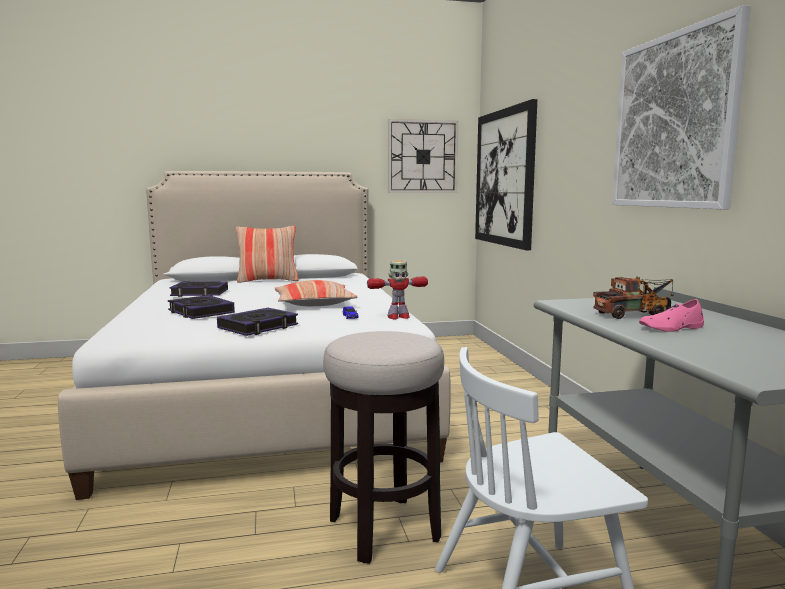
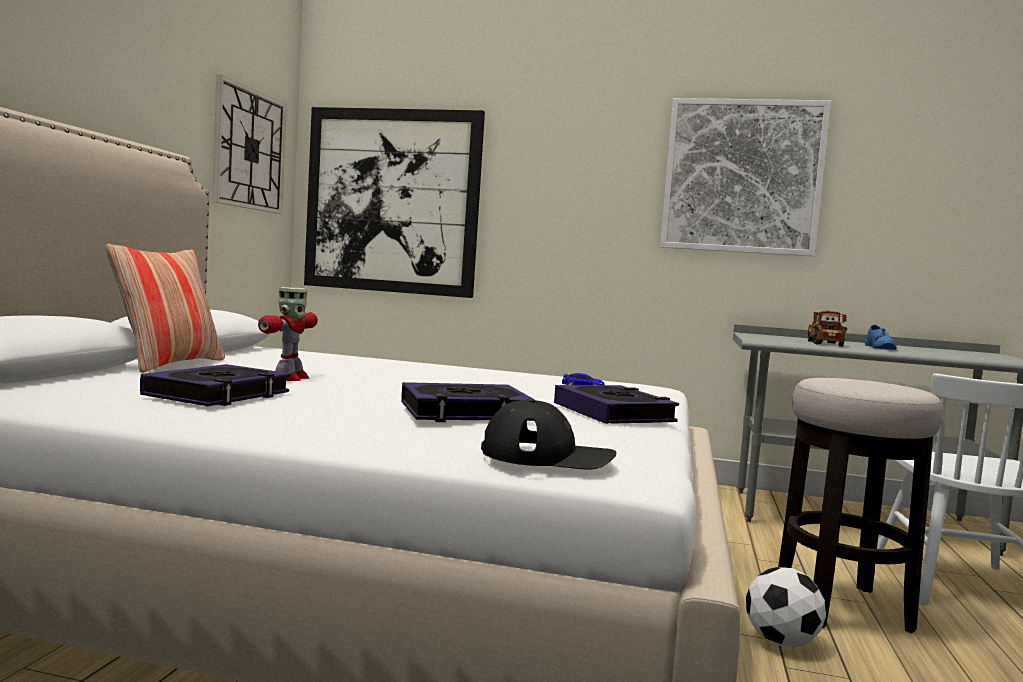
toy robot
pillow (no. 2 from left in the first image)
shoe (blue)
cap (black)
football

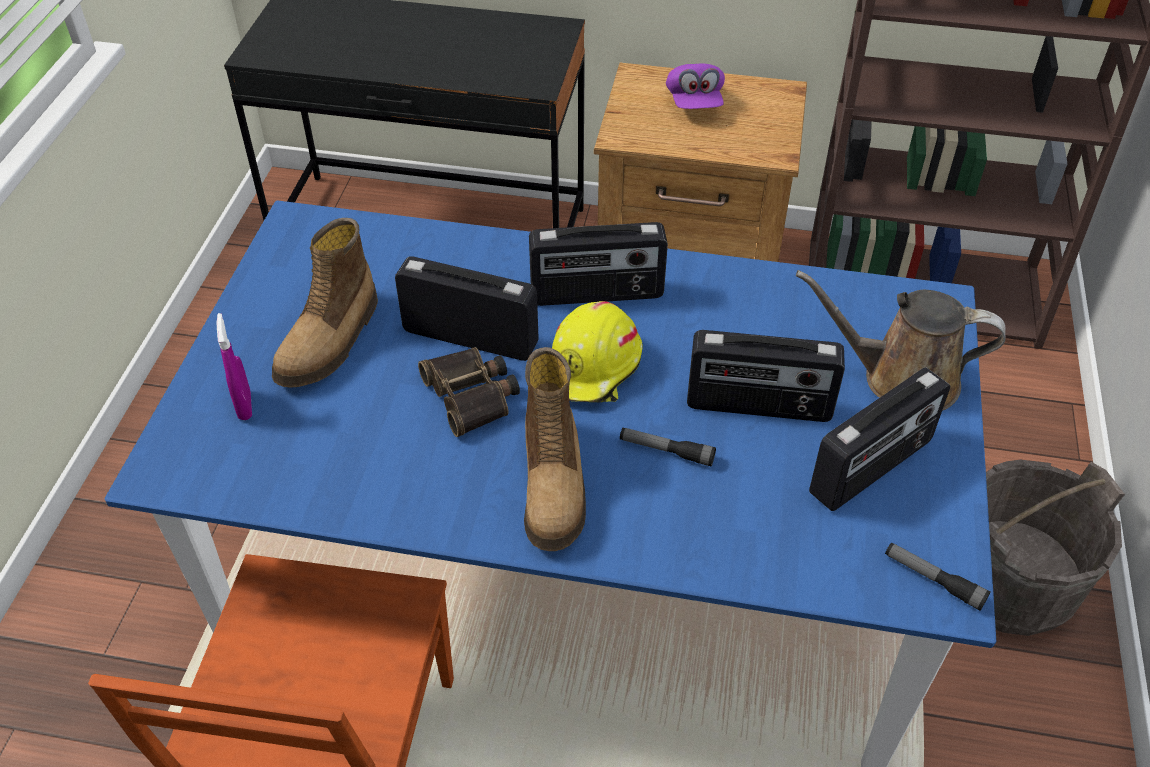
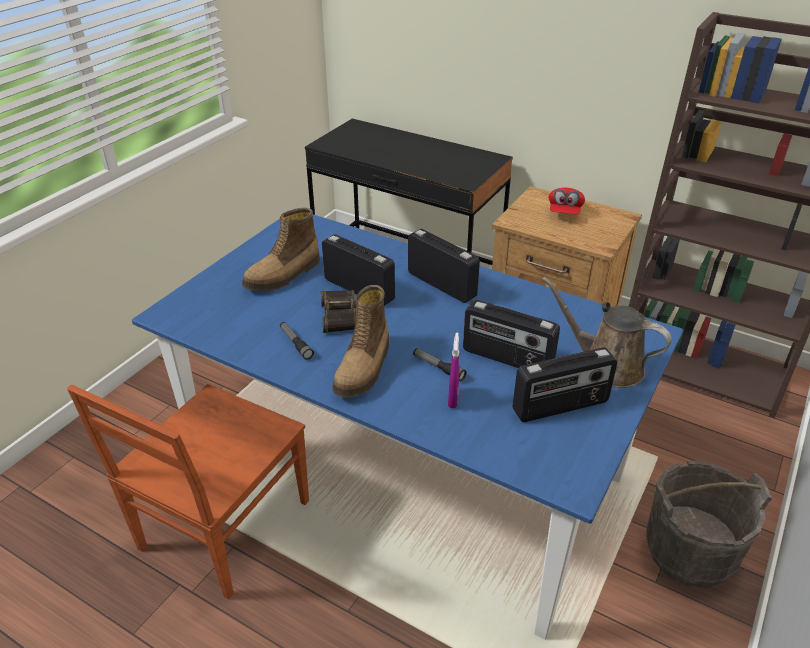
cap (red)
radio (no. 2 from left)
hard hat (yellow)
spray bottle (purple)
flashlight (no. 1 from left)

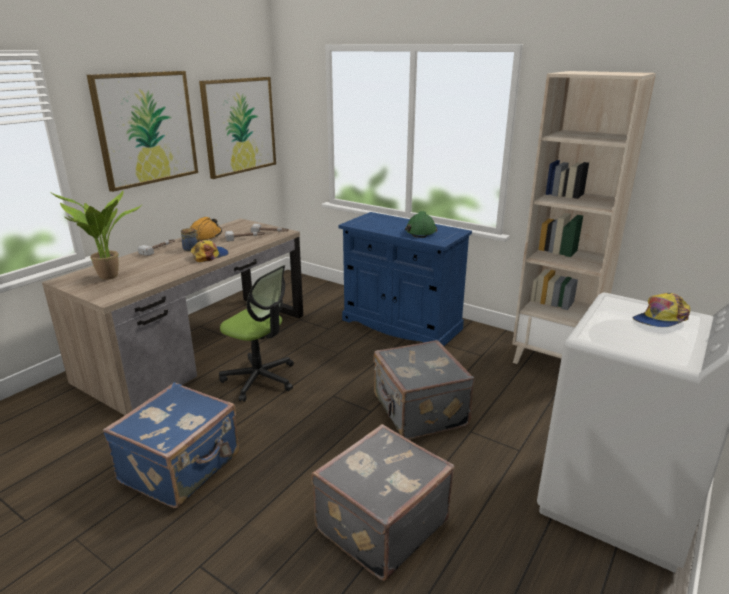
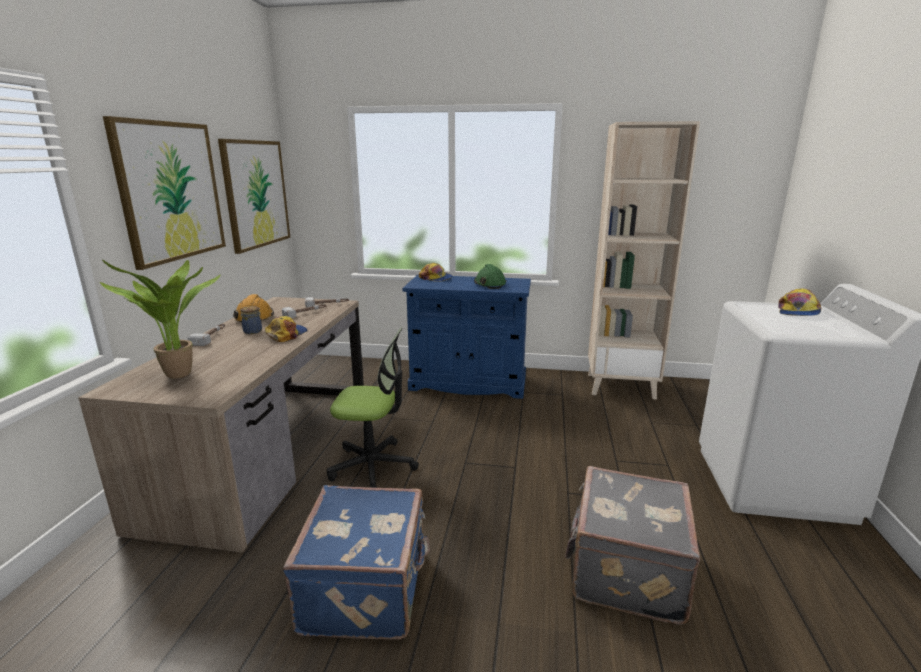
suitcase (grey) (no. 2 from left in the first image)
cap (no. 2 from left)

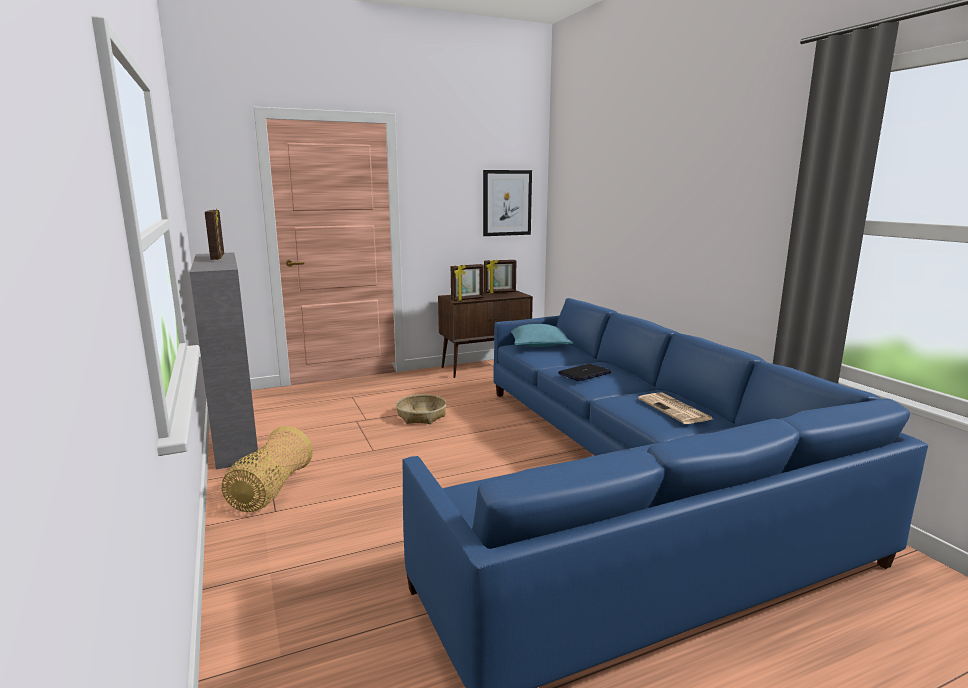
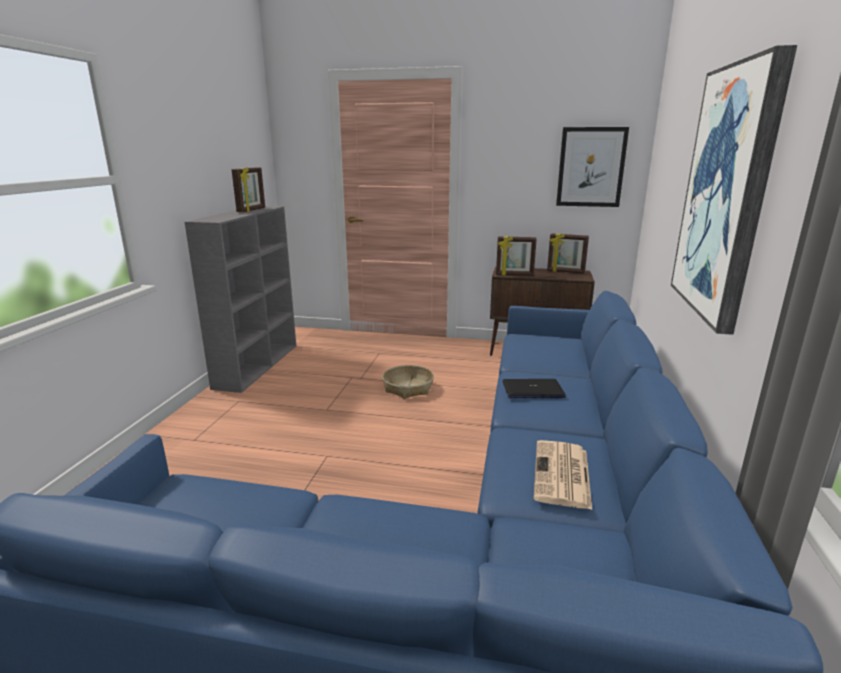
pillow (turquoise)
basket (no. 1 from left in the first image)
picture (no. 2 from left)

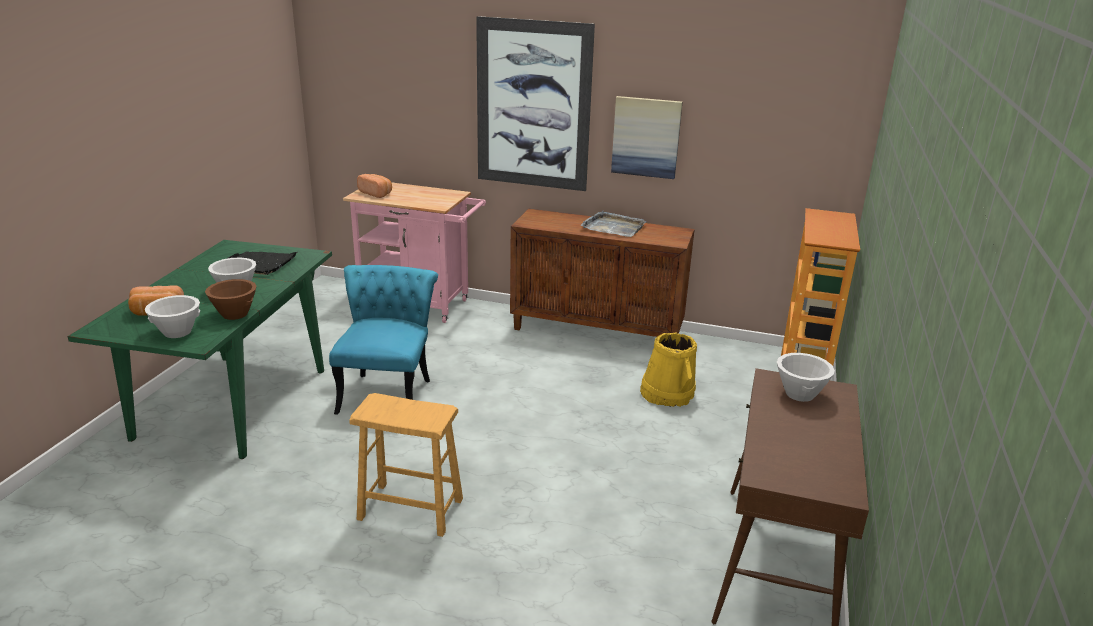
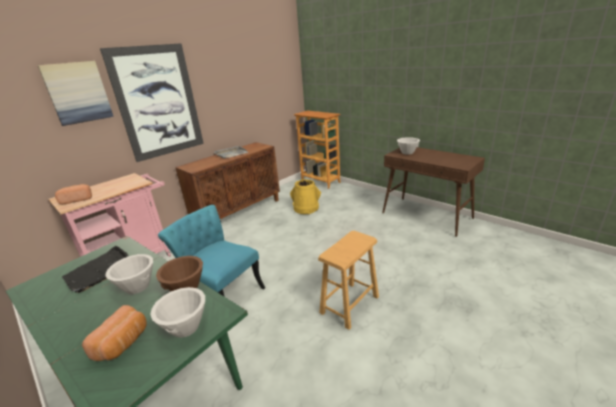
picture (no. 1 from left)

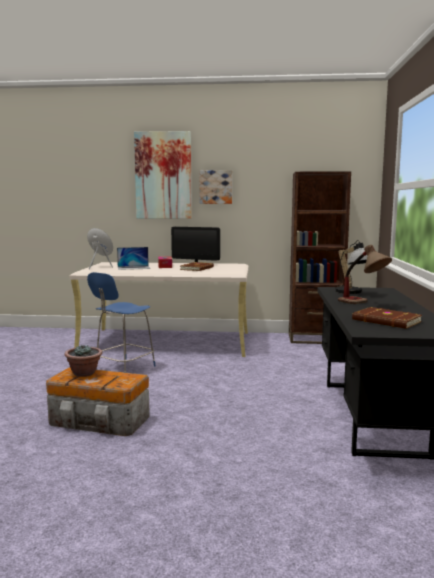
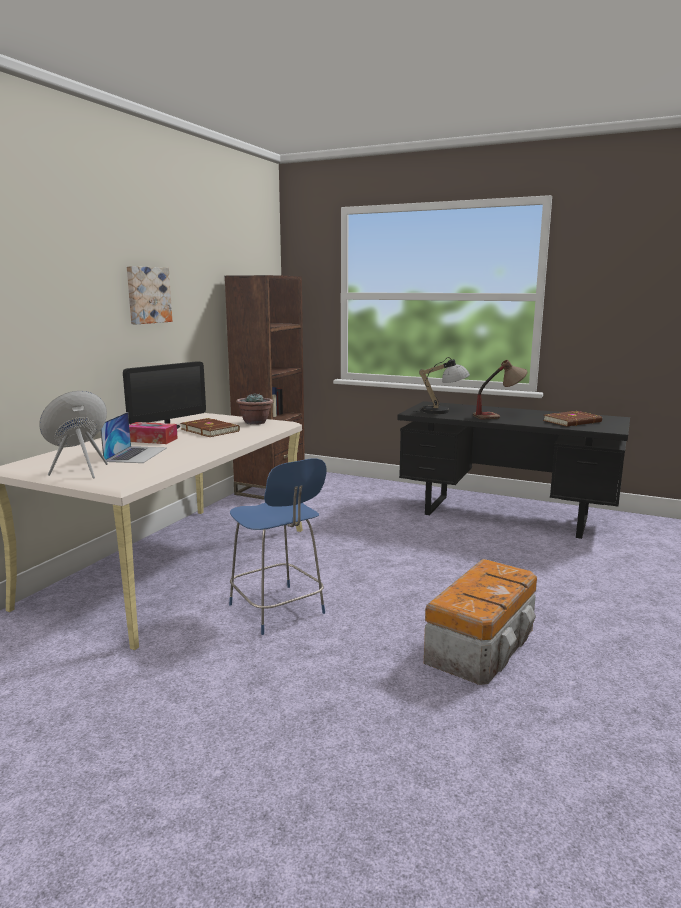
picture (no. 1 from left in the first image)
potted plant

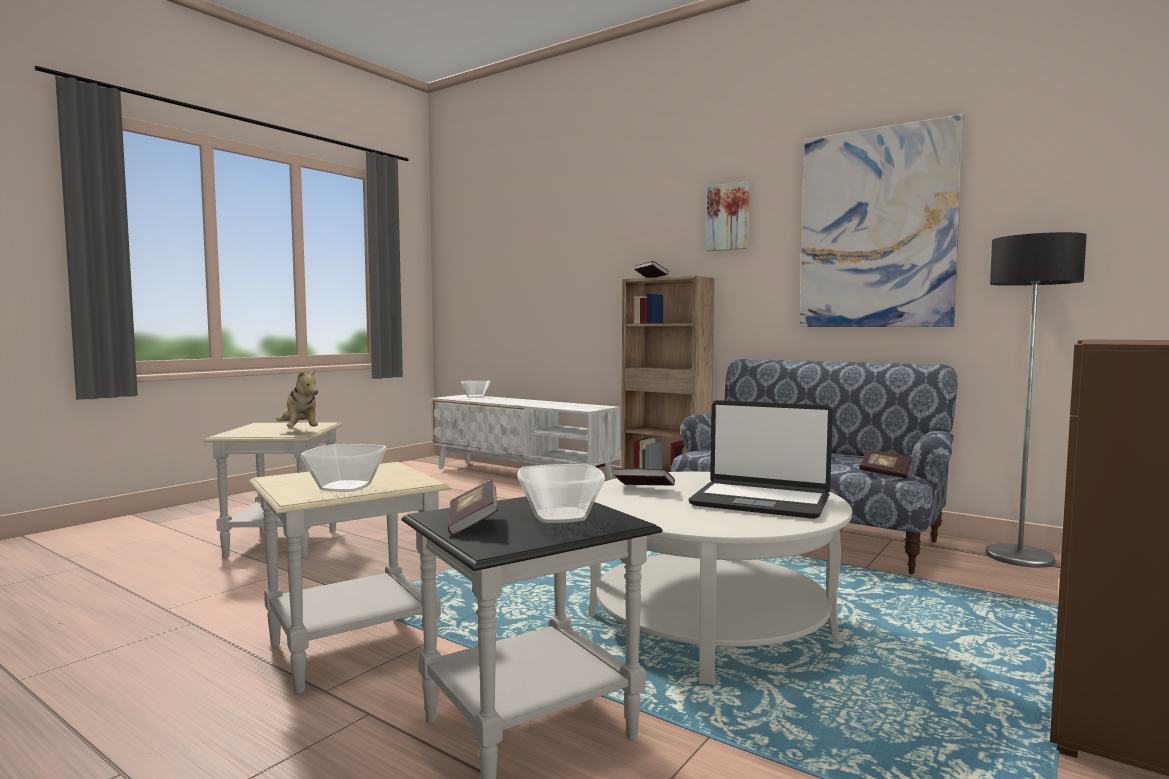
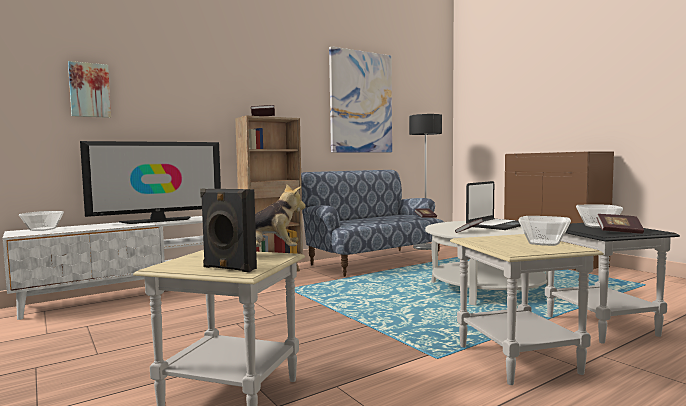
picture (no. 1 from left)
television
speaker (black)

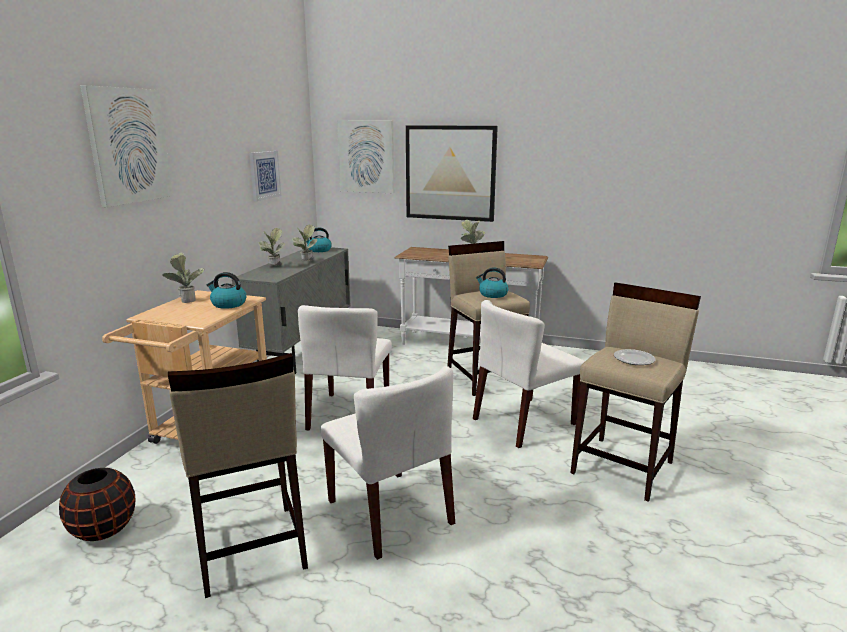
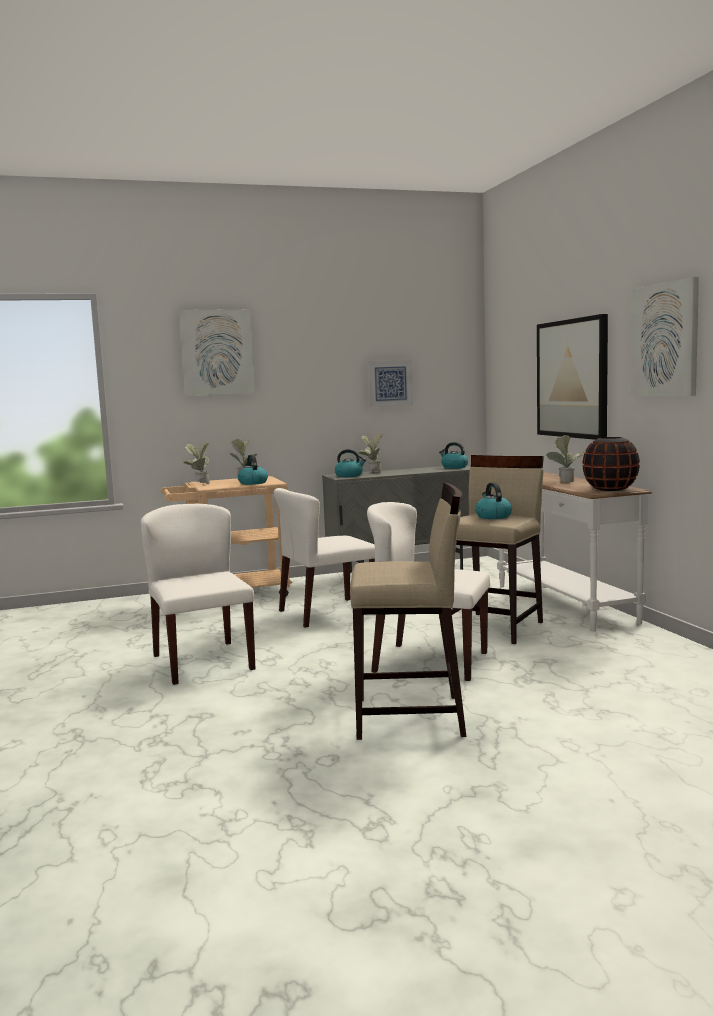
picture (no. 4 from left)
potted plant (no. 1 from left)
plate
stool (beige) (no. 1 from left in the first image)
chair (white) (no. 1 from left)
vase (black)
kettle (no. 2 from left)

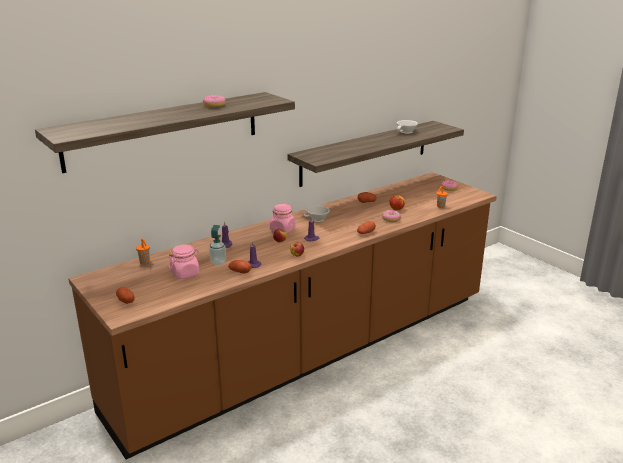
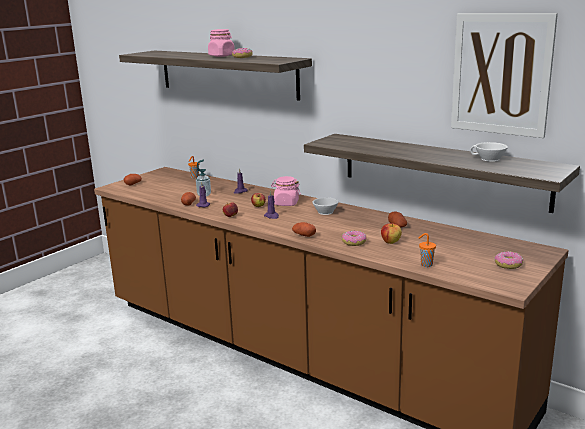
jar (pink) (no. 1 from left)
picture

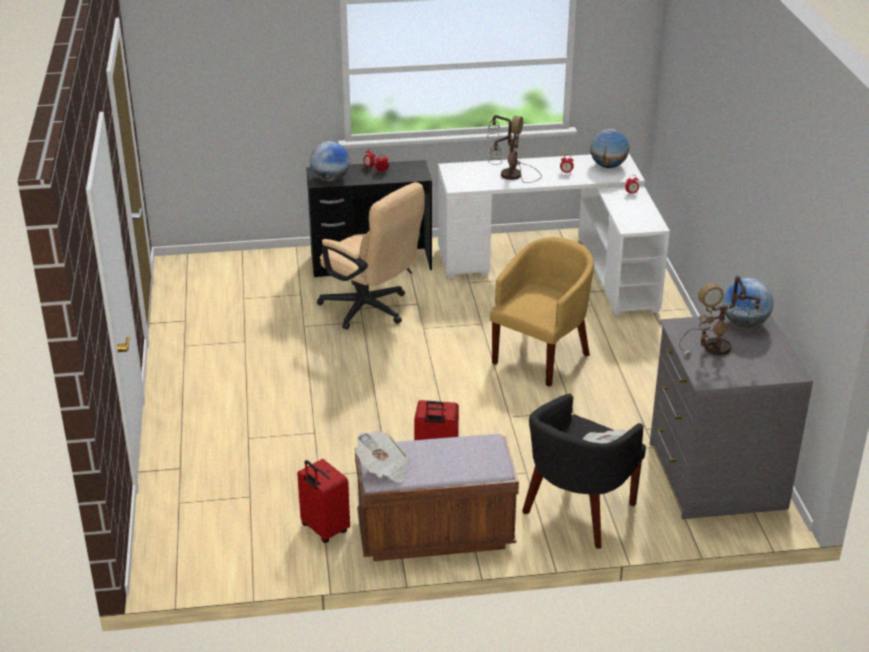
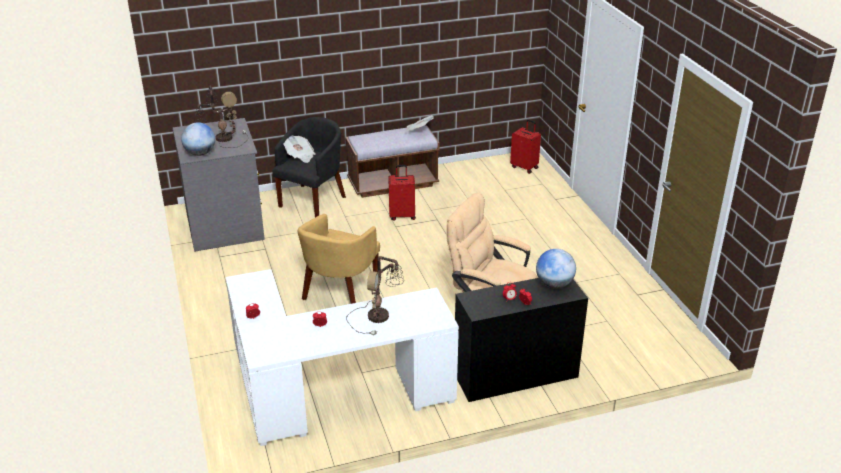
globe (no. 2 from left in the first image)
suitcase (red) (no. 2 from left)

